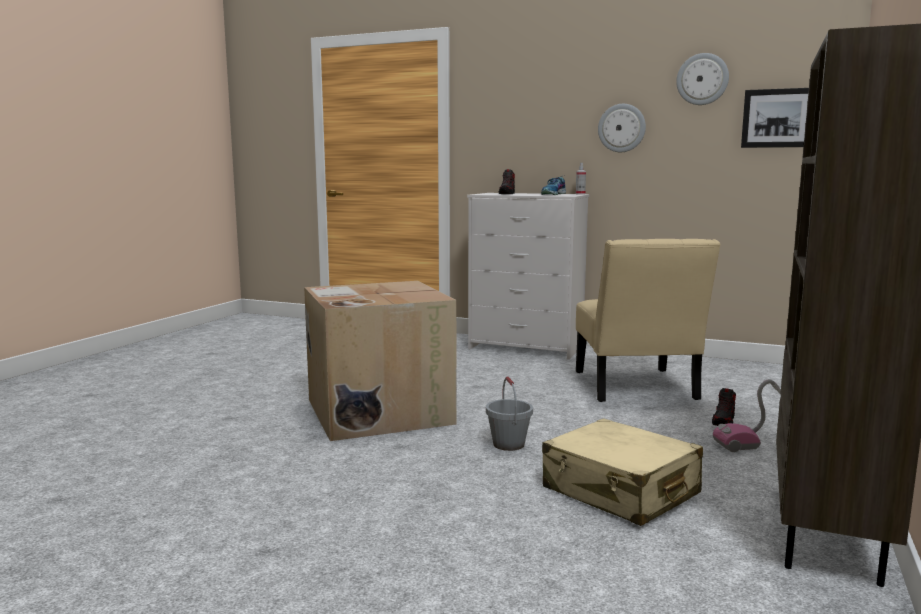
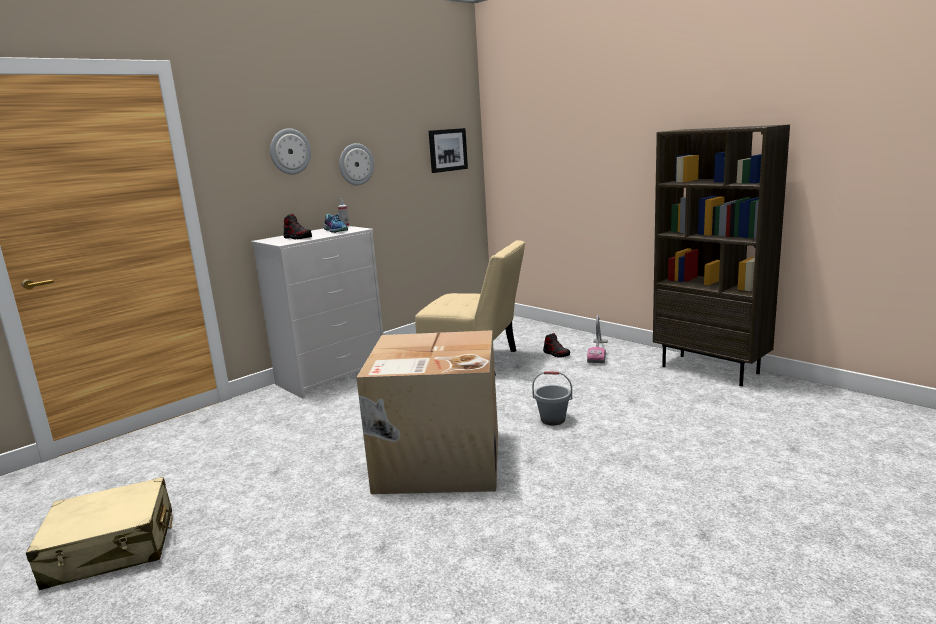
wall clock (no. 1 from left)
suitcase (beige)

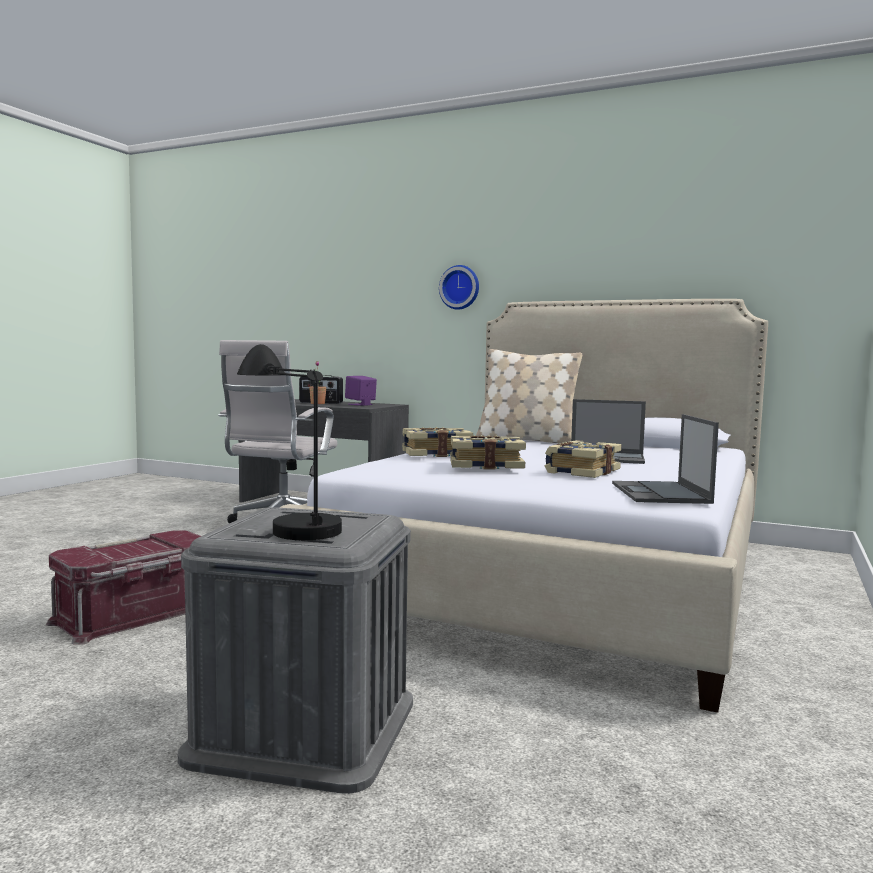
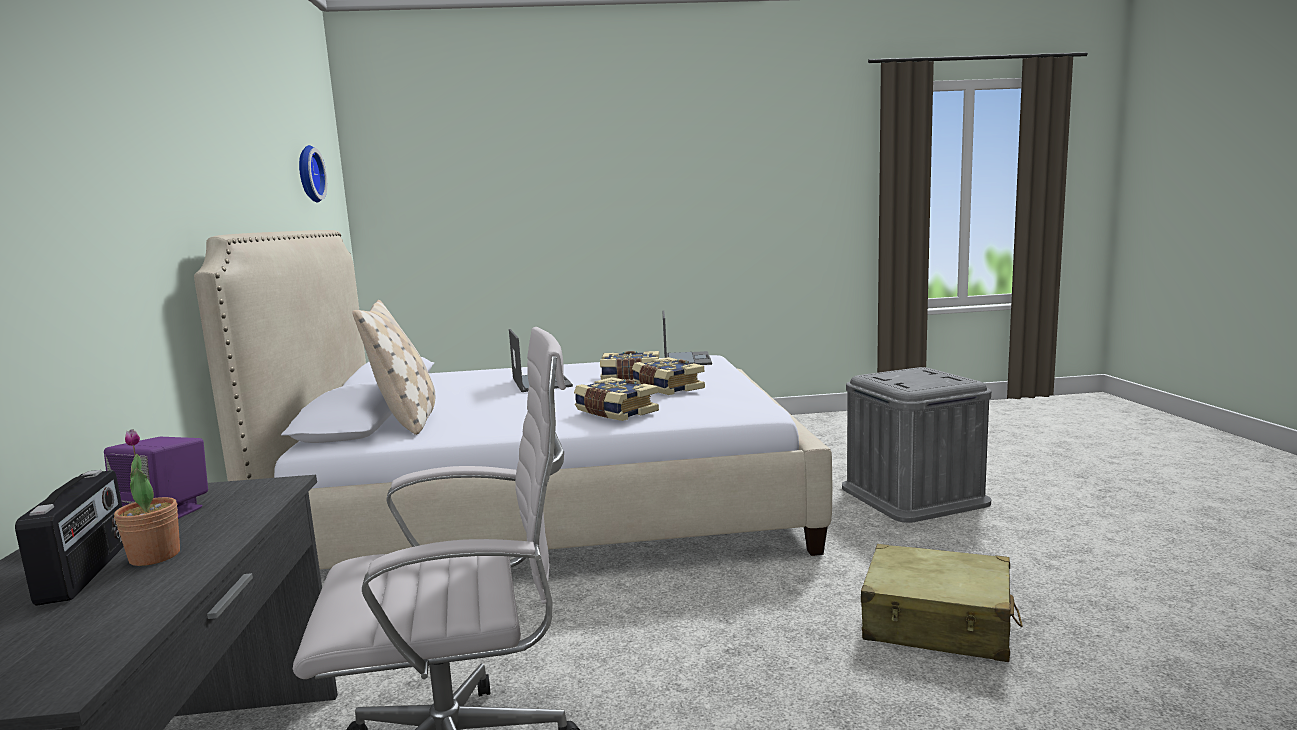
wall clock
table lamp (black)
laptop (no. 2 from left)
suitcase (beige)

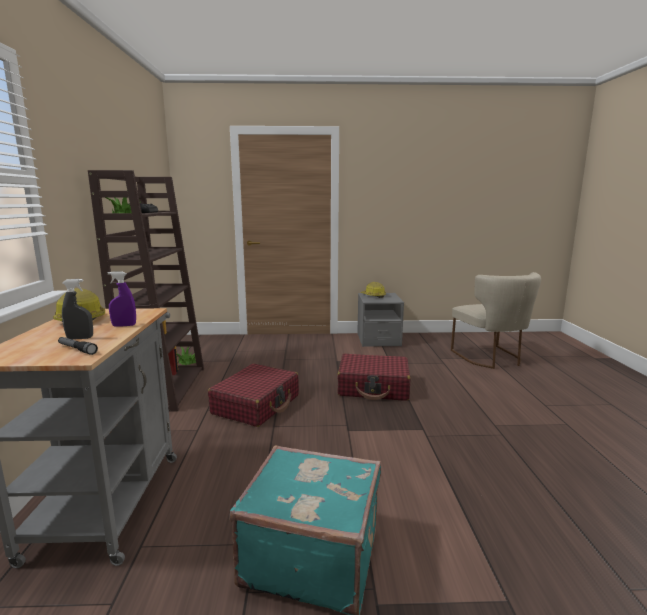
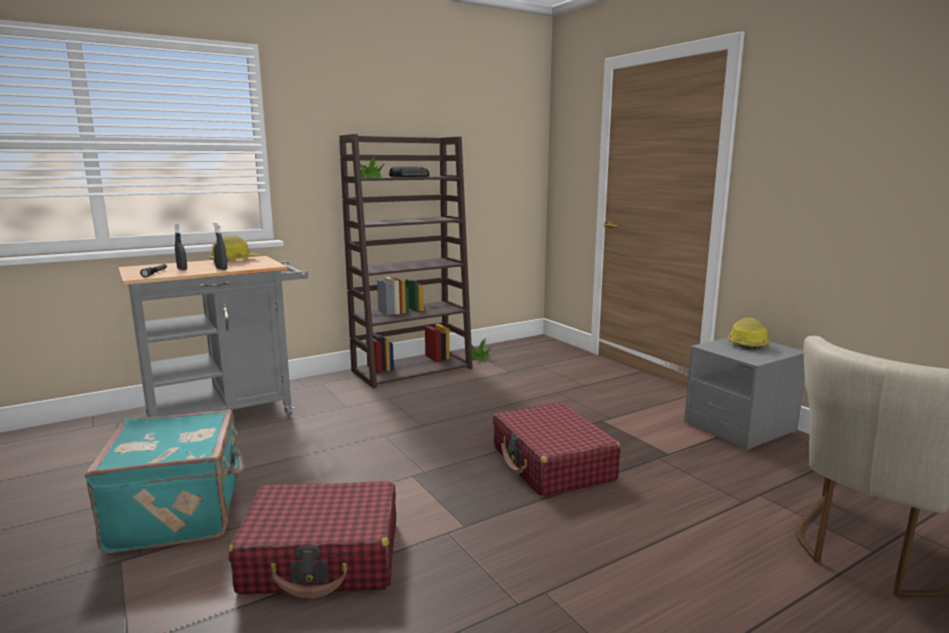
spray bottle (grey) (no. 2 from left)
suitcase (red) (no. 1 from left)

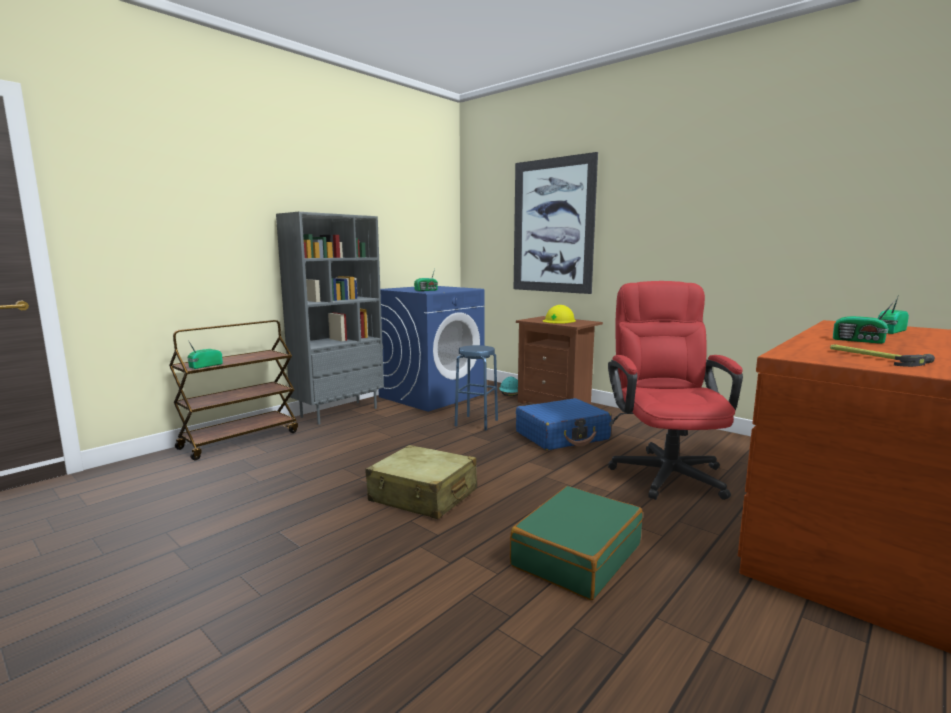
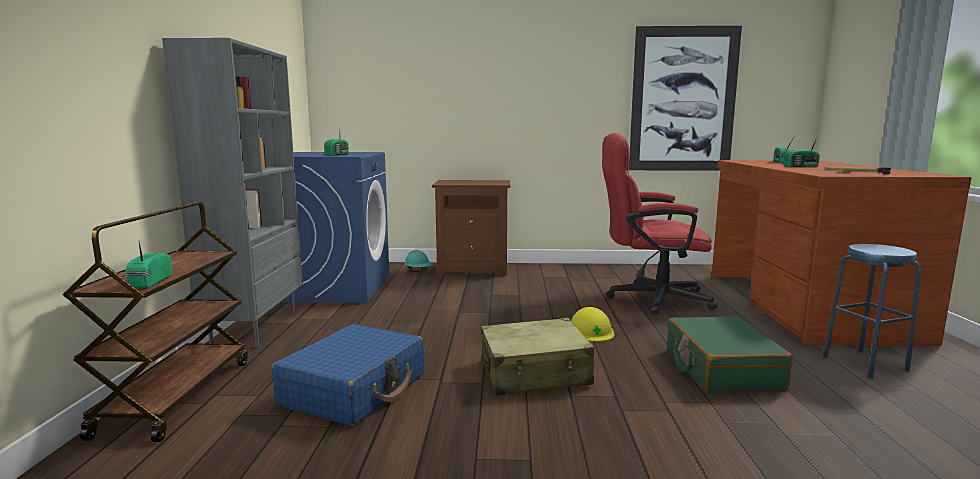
picture
office chair (red)
hard hat (yellow)
stool (blue)
suitcase (blue)

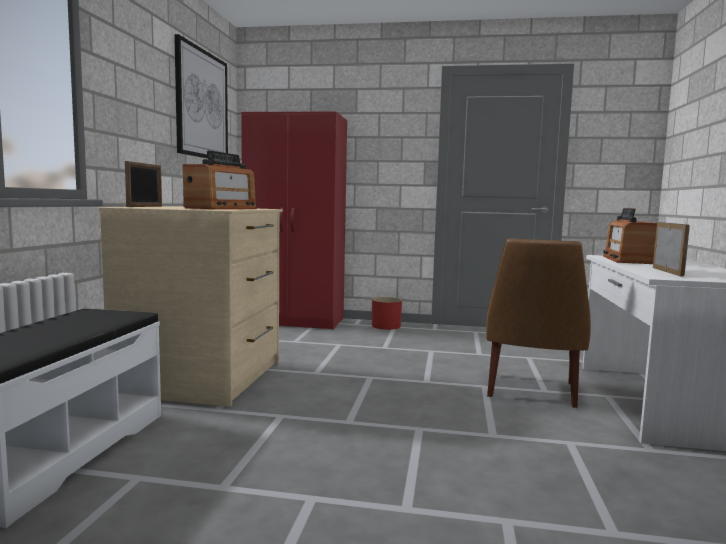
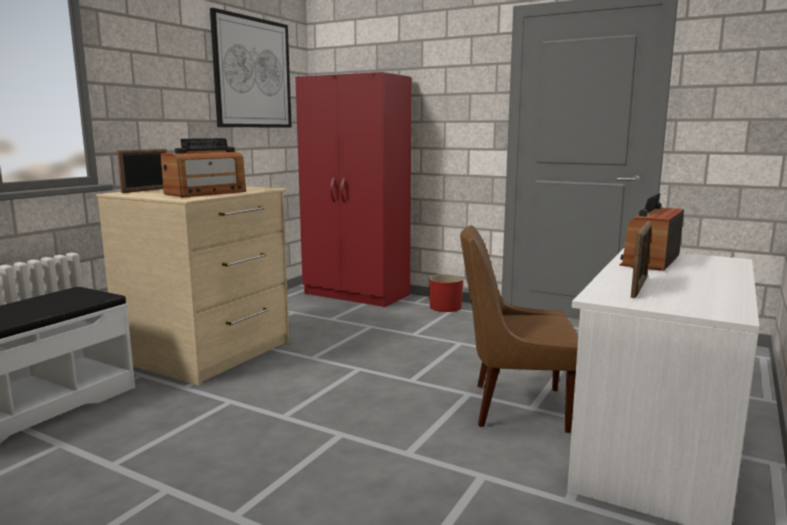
chair (brown)

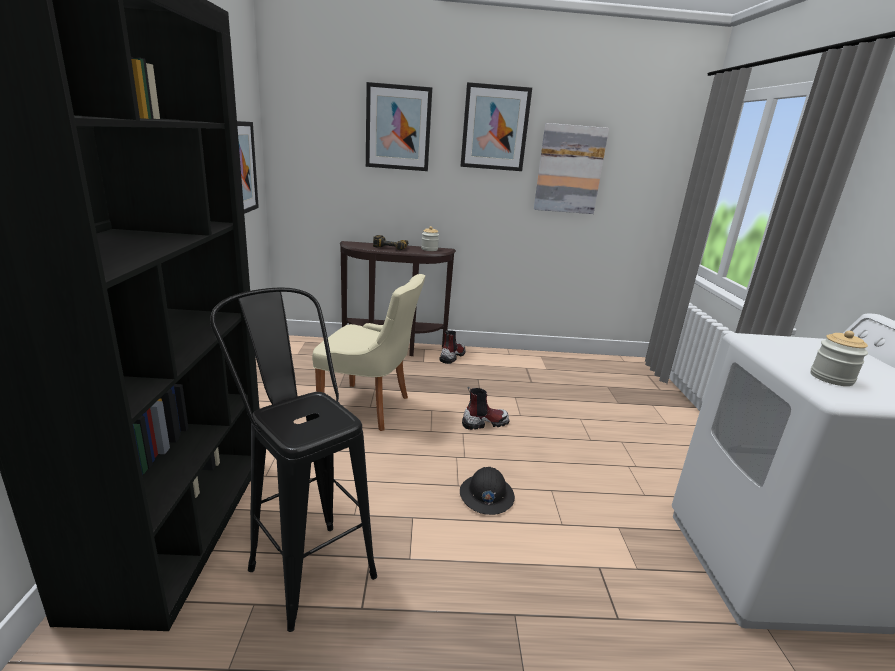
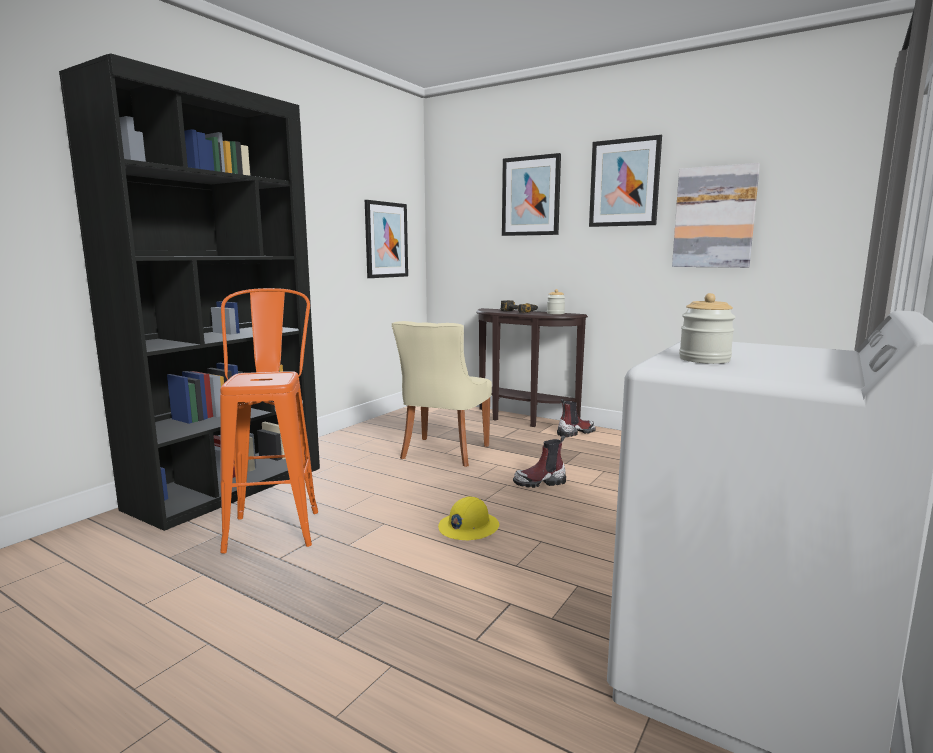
chair (beige)
stool (orange)
boot (no. 1 from left)
hard hat (yellow)

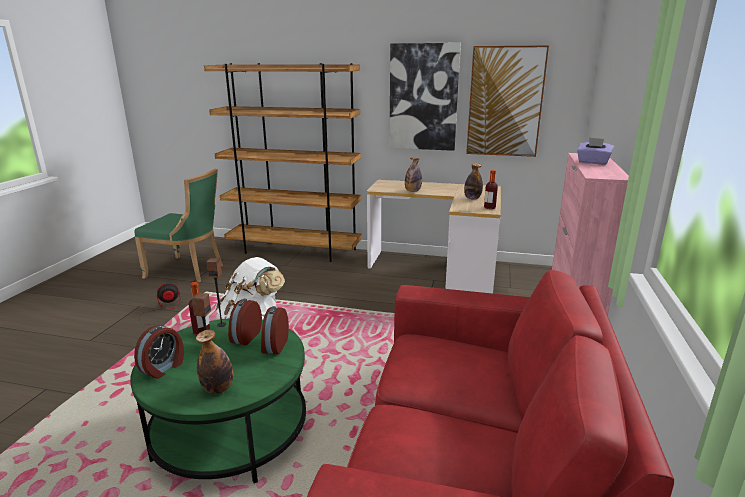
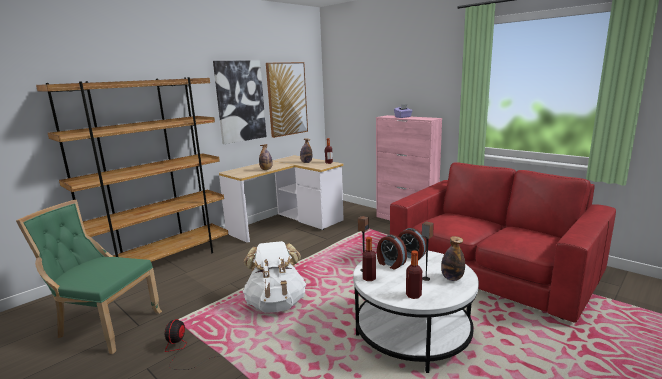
chair (green)
coffee table (white)
bottle (no. 5 from left)

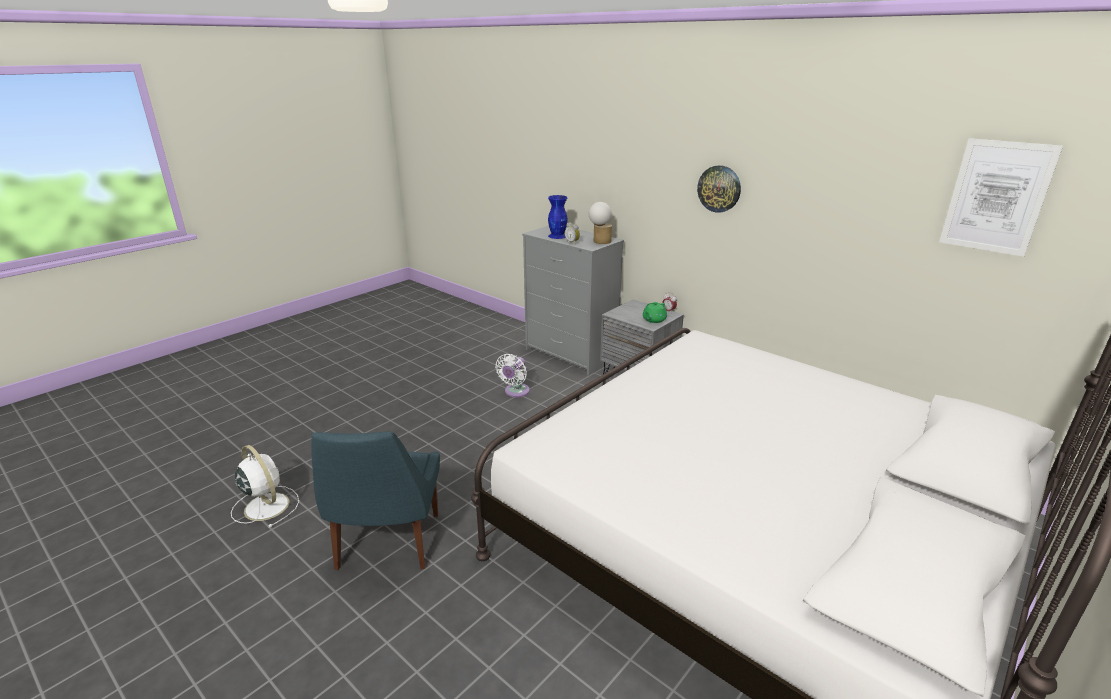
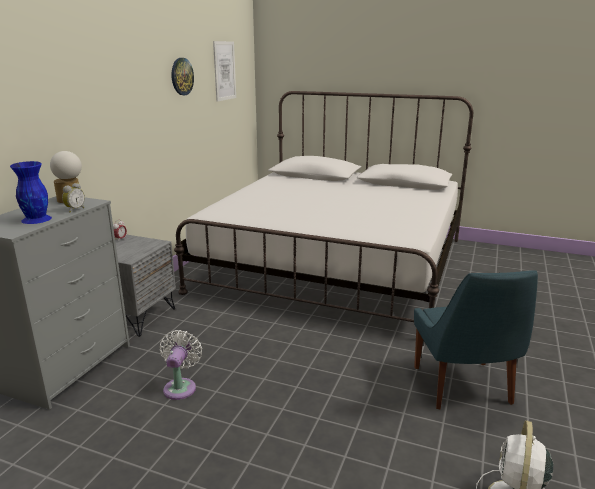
wall clock
teapot (green)
fan (white) (no. 1 from left)
chair (blue)

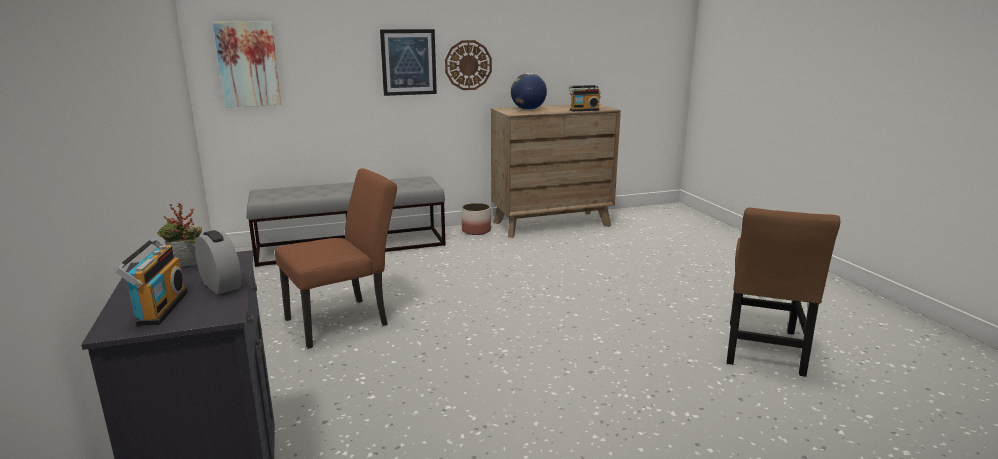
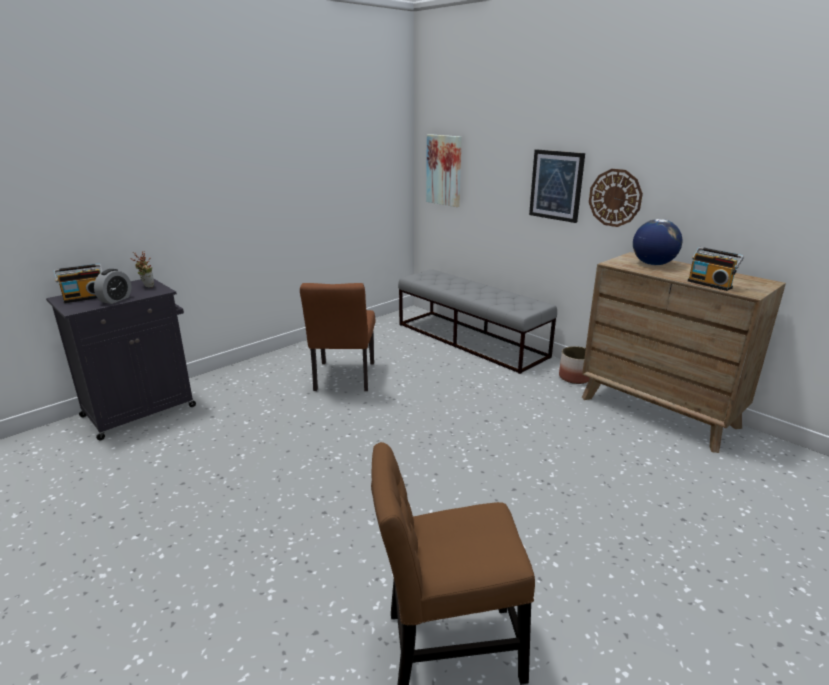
chair (brown) (no. 1 from left)

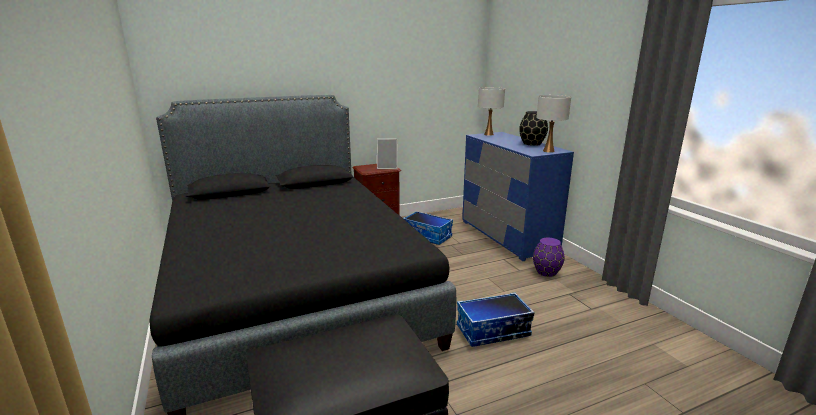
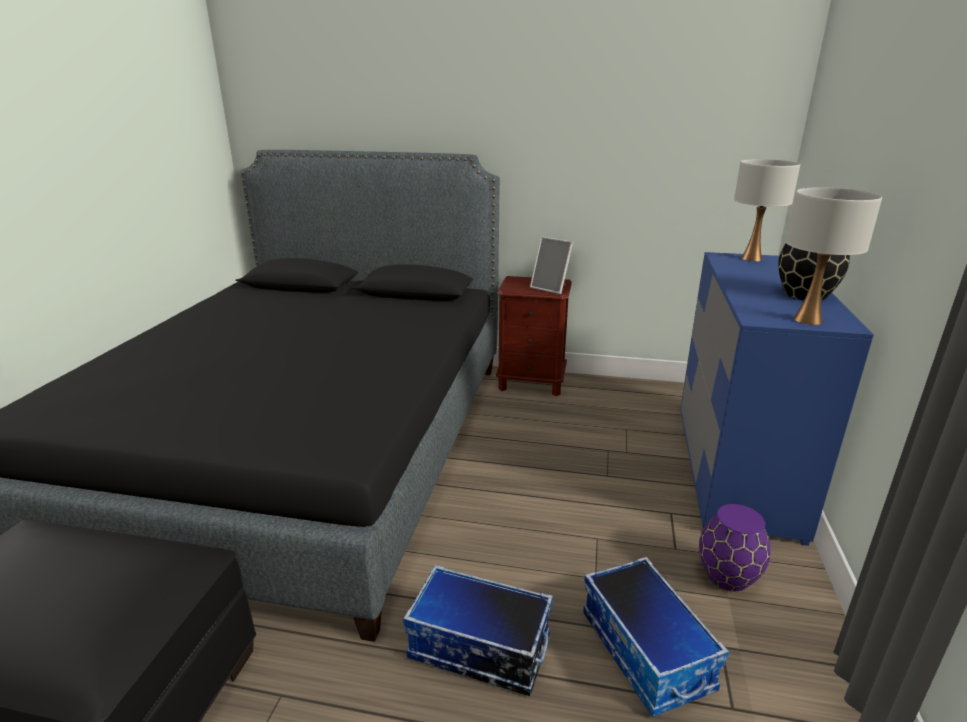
storage box (no. 2 from left)

